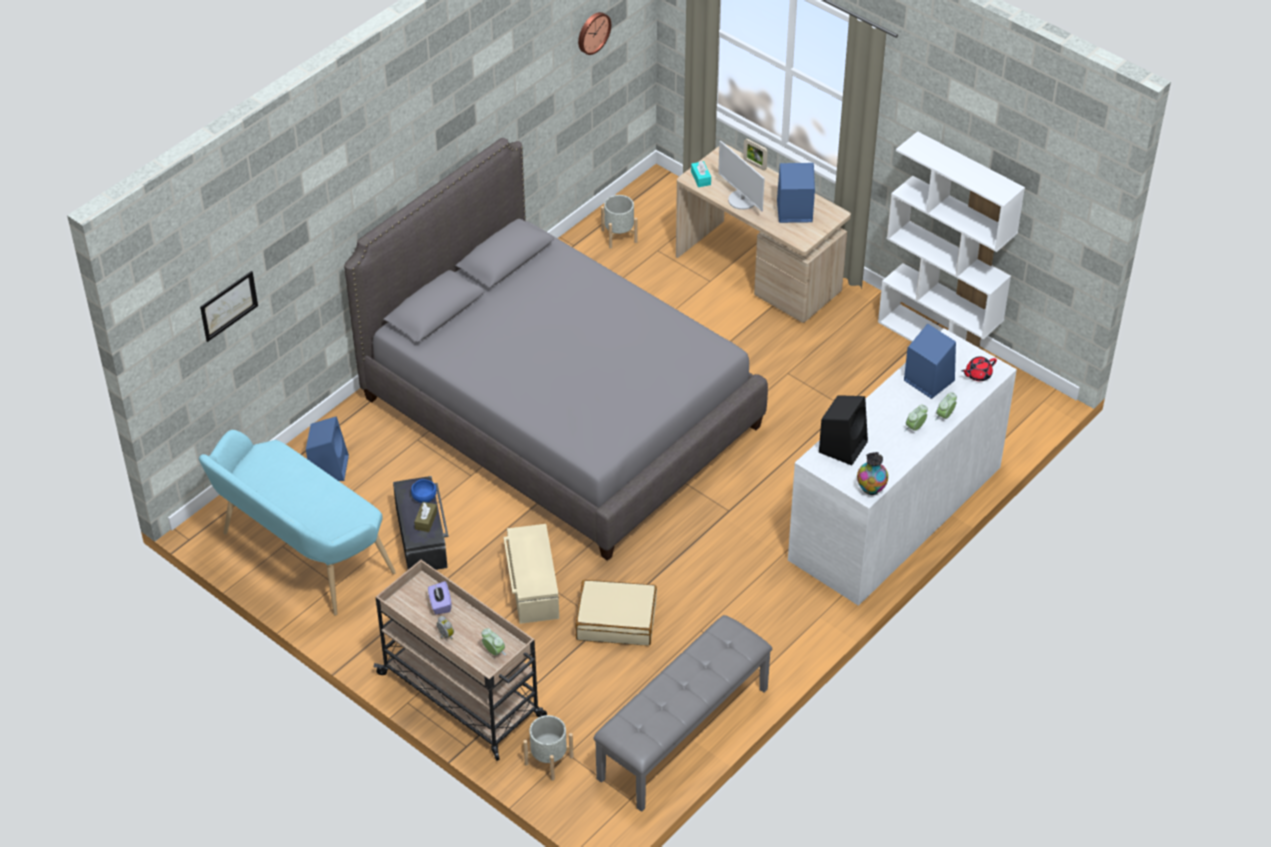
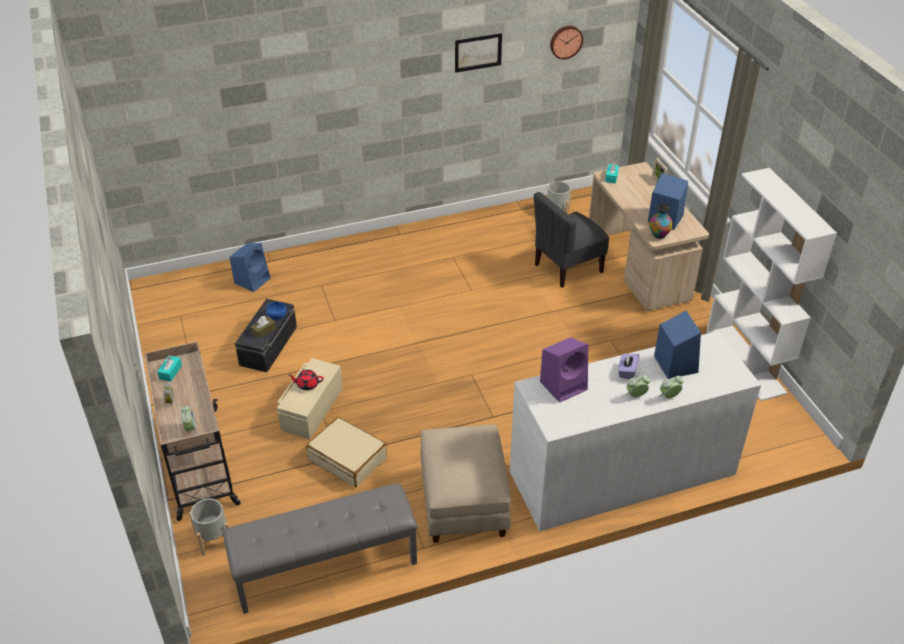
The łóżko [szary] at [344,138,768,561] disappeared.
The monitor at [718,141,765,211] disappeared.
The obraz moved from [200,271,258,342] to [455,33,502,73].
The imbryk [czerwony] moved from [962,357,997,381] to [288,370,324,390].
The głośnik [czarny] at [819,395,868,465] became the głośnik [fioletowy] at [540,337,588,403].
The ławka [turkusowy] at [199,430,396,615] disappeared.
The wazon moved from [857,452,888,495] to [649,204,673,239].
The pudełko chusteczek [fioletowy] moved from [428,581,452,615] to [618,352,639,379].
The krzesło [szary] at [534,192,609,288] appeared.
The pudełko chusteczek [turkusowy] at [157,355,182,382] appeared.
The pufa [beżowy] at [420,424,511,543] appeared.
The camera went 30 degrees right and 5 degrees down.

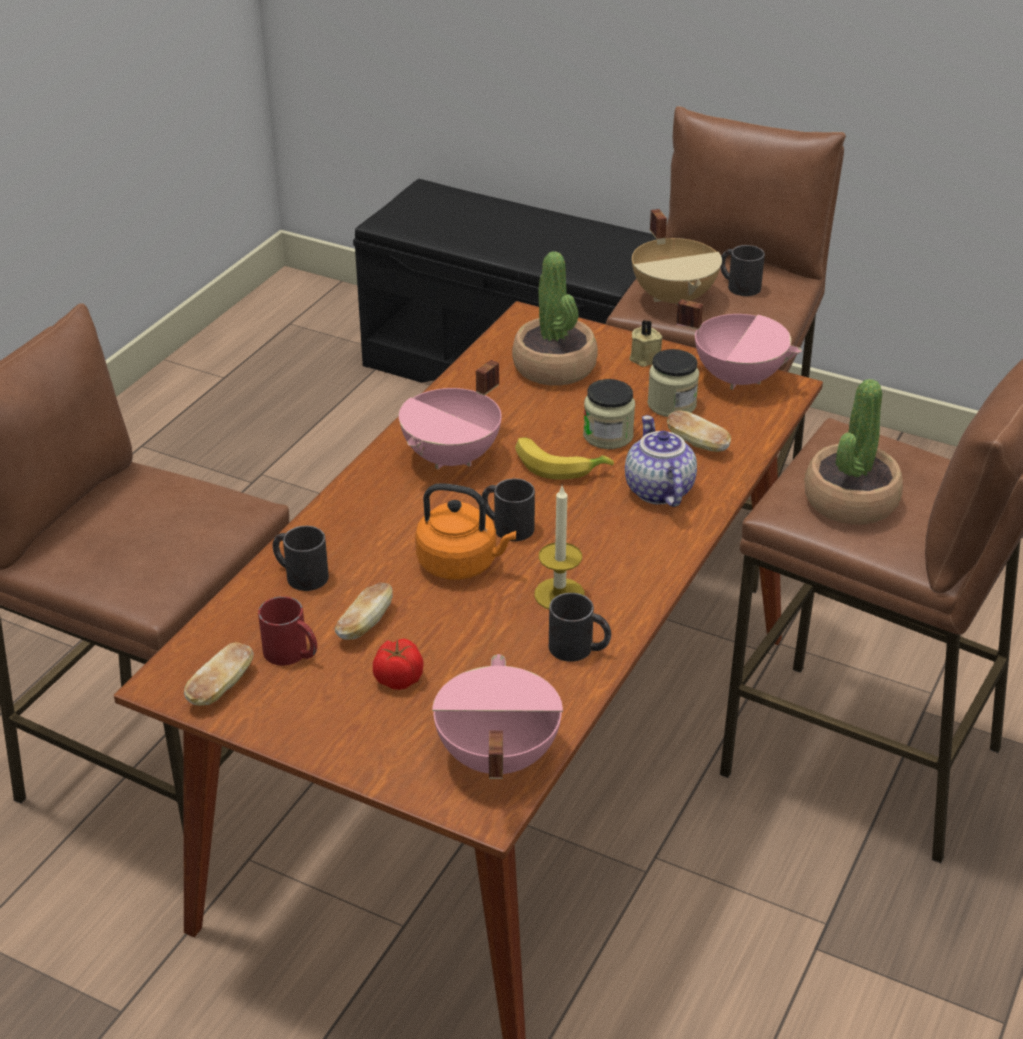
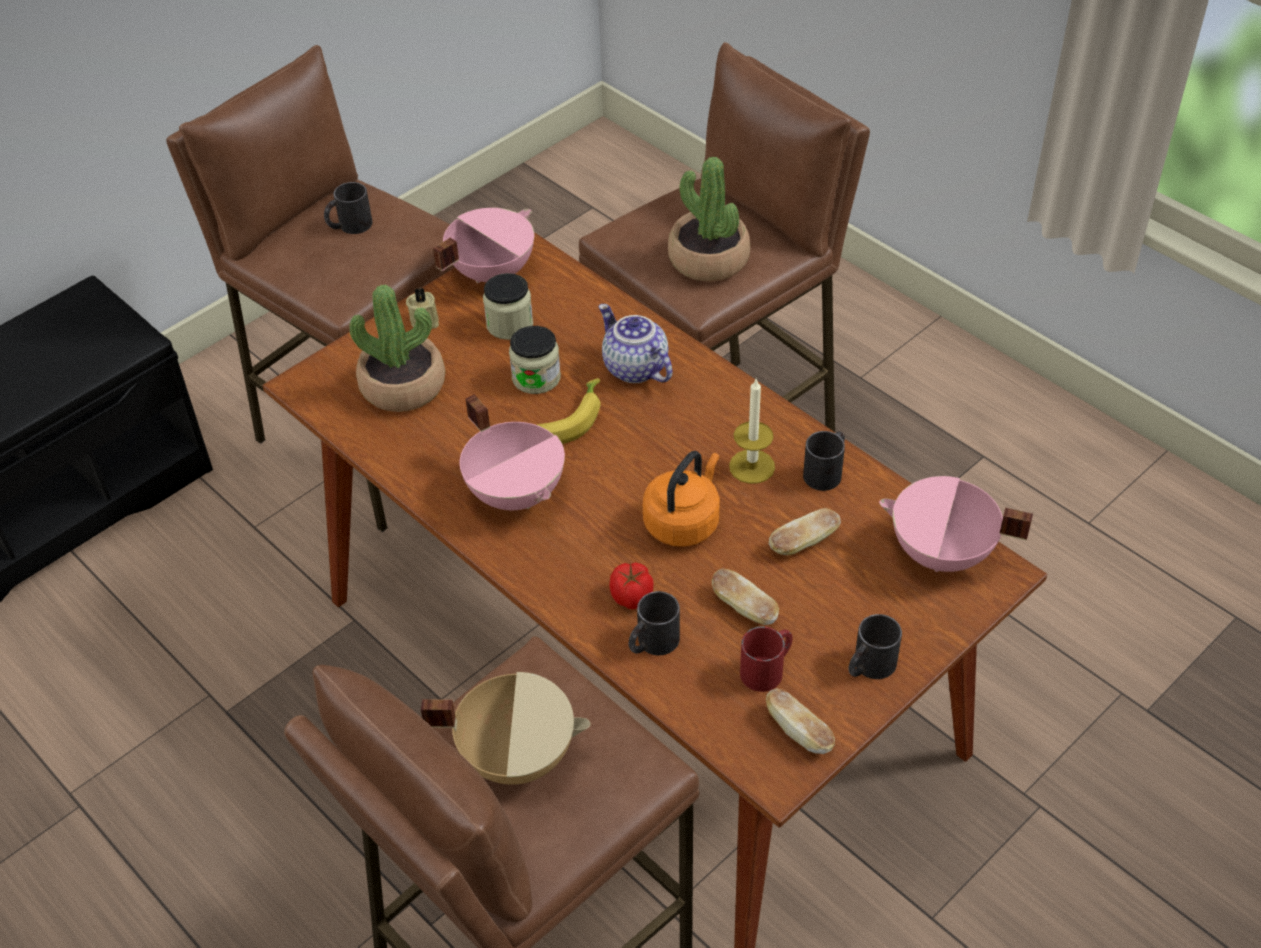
The garnek [beżowy] moved from [632,209,722,306] to [421,672,591,785].
The chleb moved from [667,411,731,452] to [769,508,841,555].
The imbryk at [625,415,697,507] turned 45 degrees clockwise.
The kubek [czarny] moved from [482,478,535,541] to [848,614,902,679].
The pomidor moved from [373,638,424,690] to [609,562,654,609].
The camera went 70 degrees left and 10 degrees up.

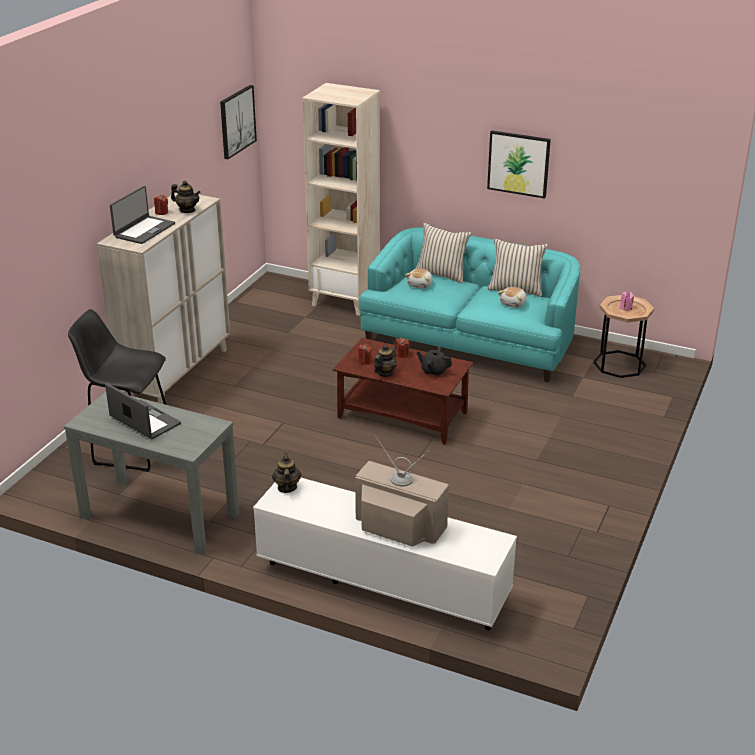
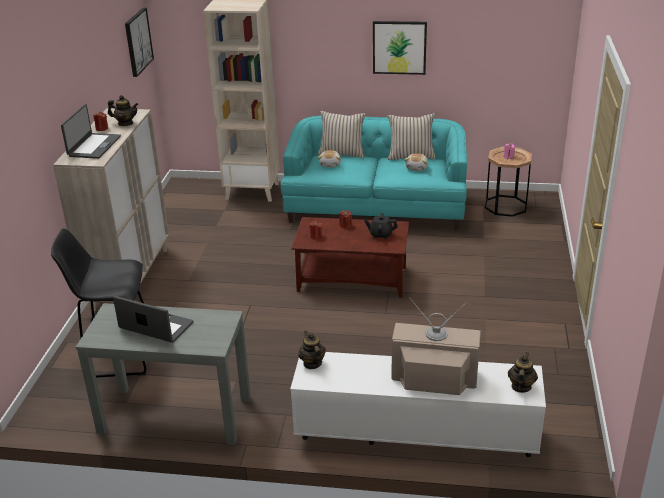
The imbryk moved from [374,344,397,377] to [508,352,538,393].
The camera went 15 degrees left and 0 degrees up.

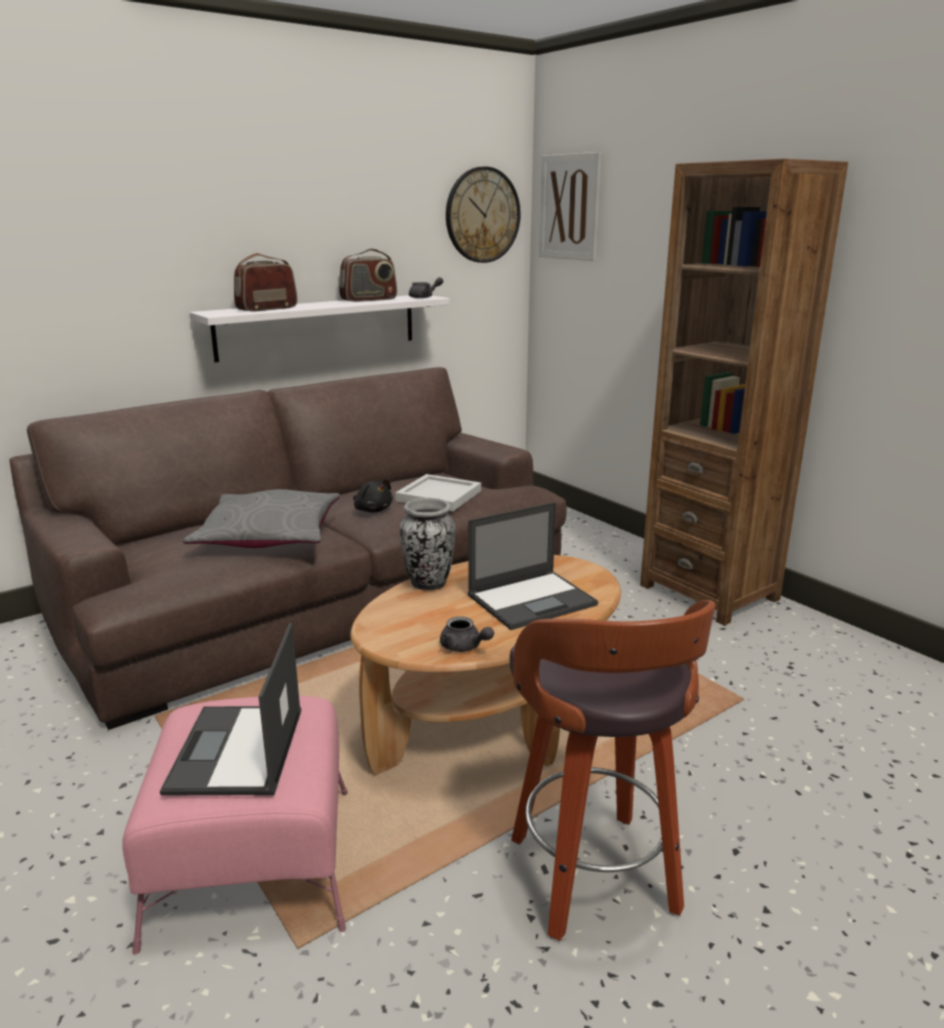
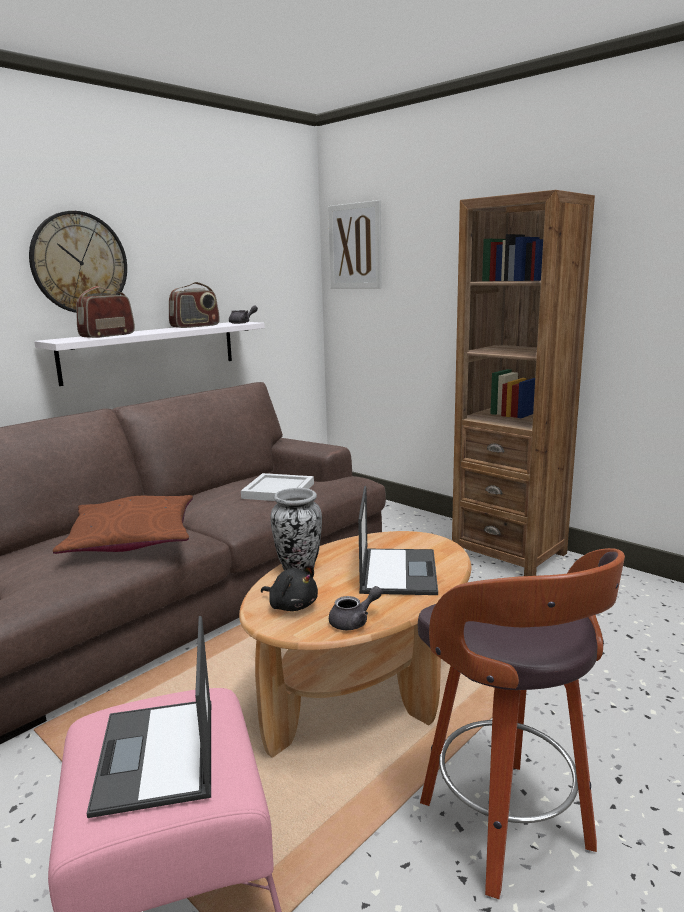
The zegar ścienny moved from [446,166,521,263] to [29,211,127,313].
The pluszak [czarny] moved from [353,479,393,513] to [261,565,318,611].
The poduszka [szary] at [183,489,340,548] became the poduszka [brązowy] at [53,495,193,554].
The laptop at [468,502,598,630] turned 45 degrees counterclockwise.
The imbryk [szary] at [440,616,494,652] turned 60 degrees counterclockwise.
The camera went 10 degrees left and 5 degrees down.

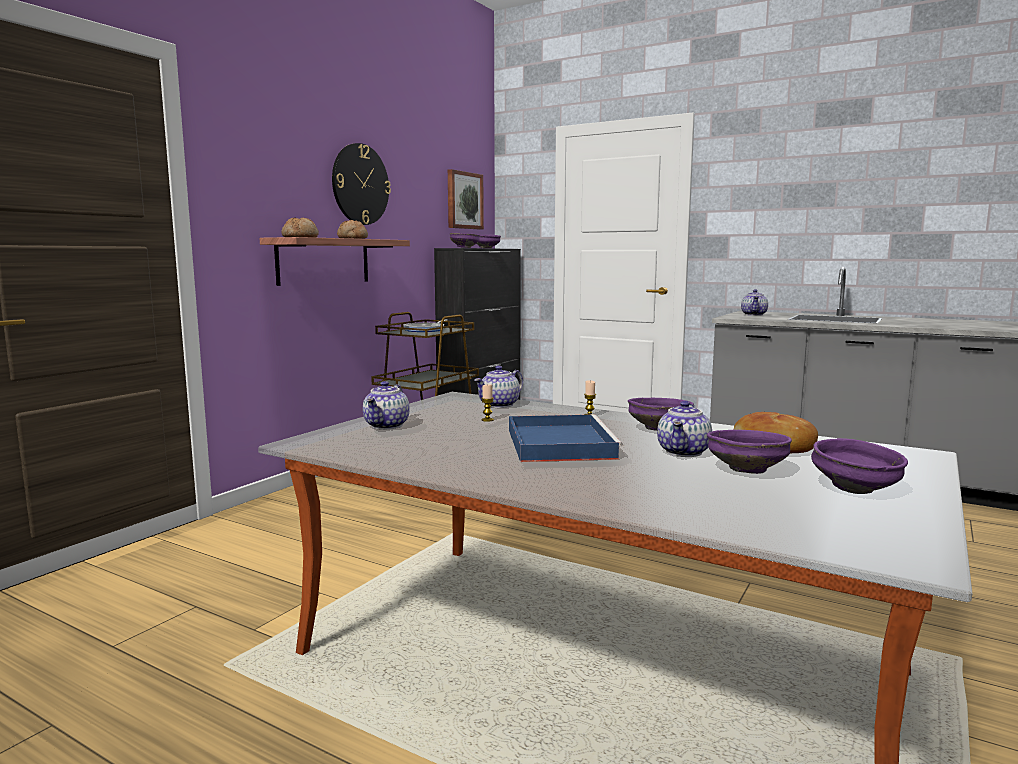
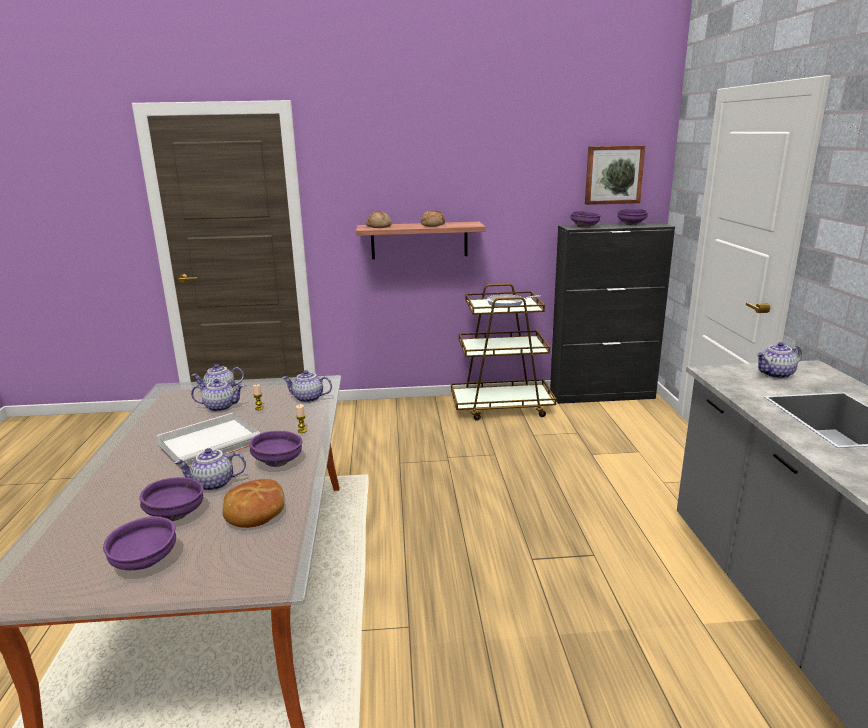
The zegar ścienny at [332,143,391,225] disappeared.
The taca [niebieski] at [509,414,624,462] became the taca [biały] at [156,413,260,470].
The imbryk at [191,379,244,412] appeared.
The camera went 55 degrees right and 10 degrees up.

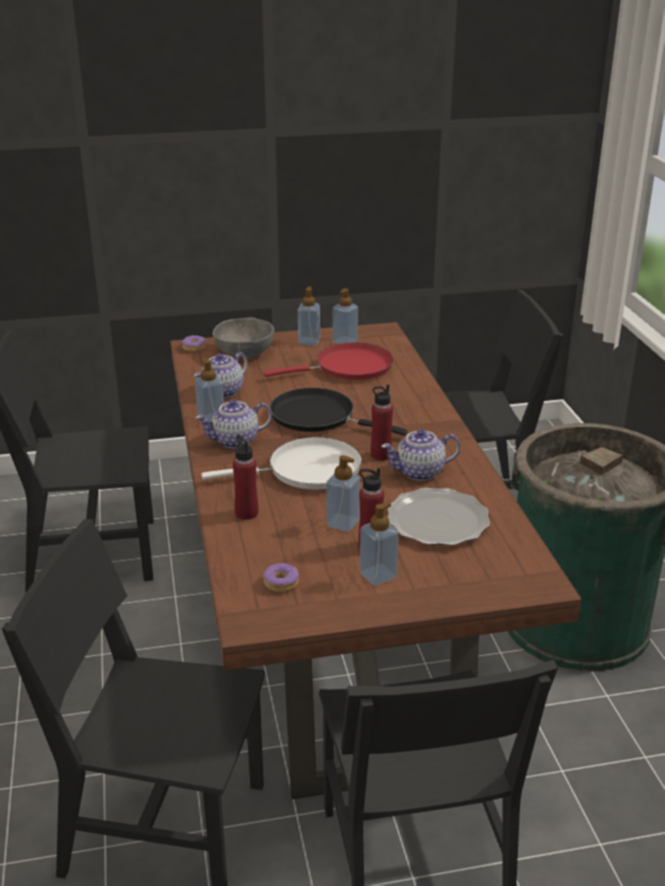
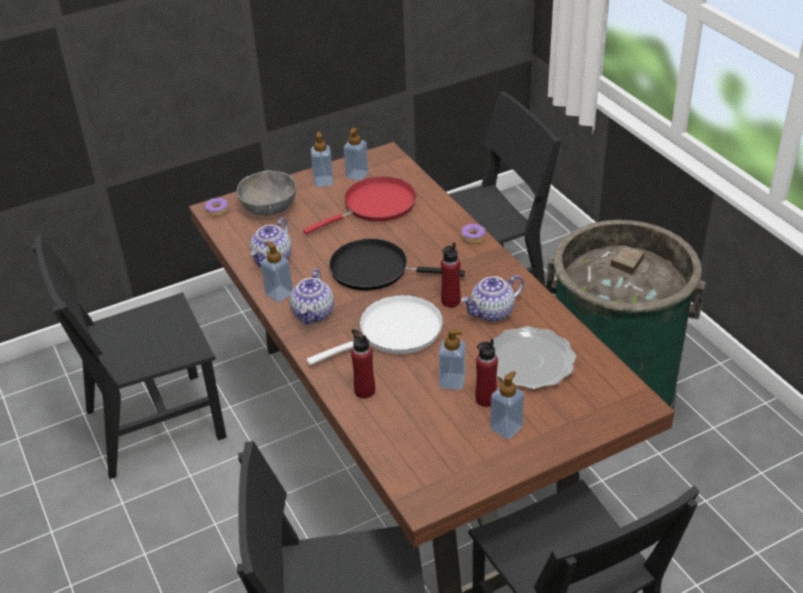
The imbryk at [195,400,272,449] turned 45 degrees counterclockwise.
The donut moved from [263,563,299,592] to [461,224,486,244].
The camera went 15 degrees left and 10 degrees up.

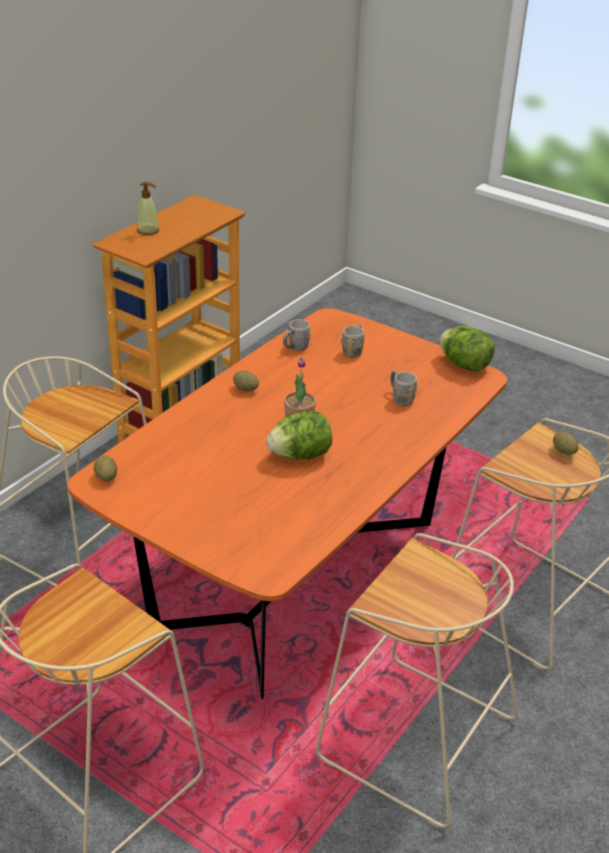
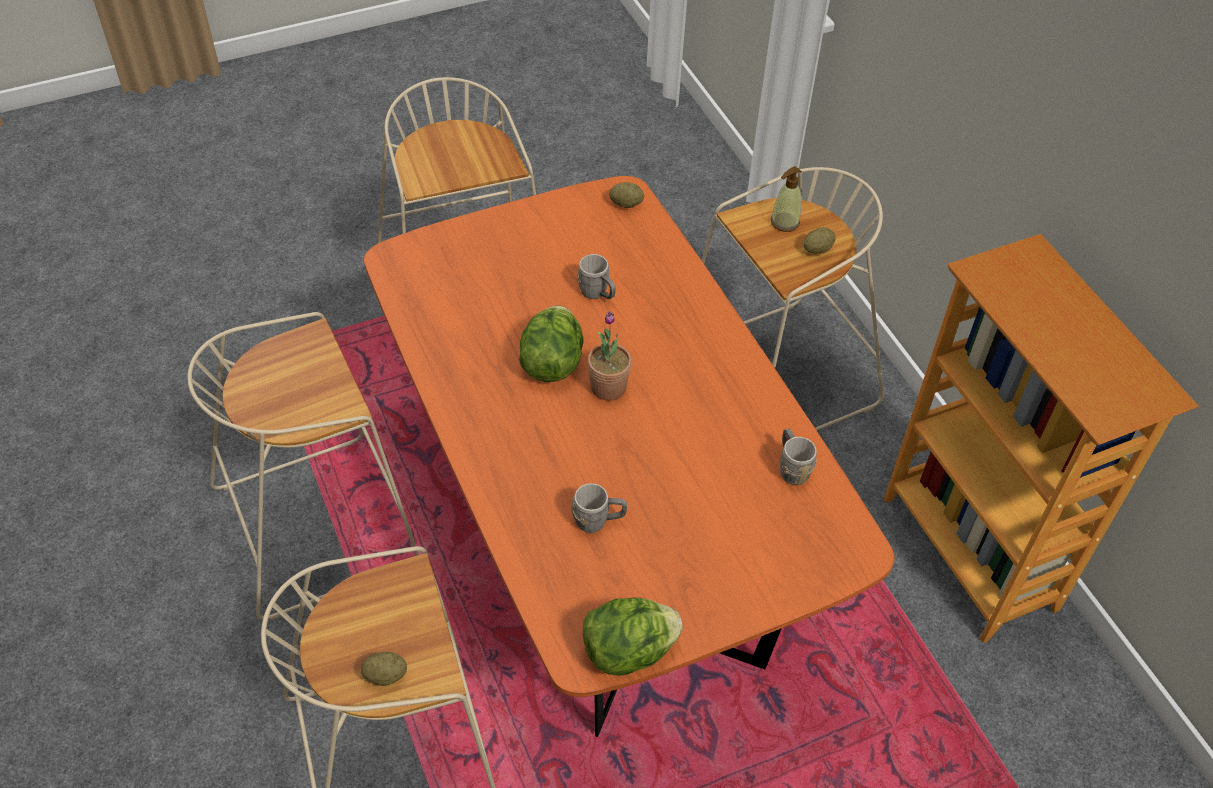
The dozownik mydła moved from [137,182,159,235] to [770,166,802,232].
The kubek [szary] moved from [341,325,364,358] to [577,254,616,299].
The ziemniak moved from [233,370,259,391] to [803,227,836,254].
The camera went 120 degrees right and 15 degrees up.

